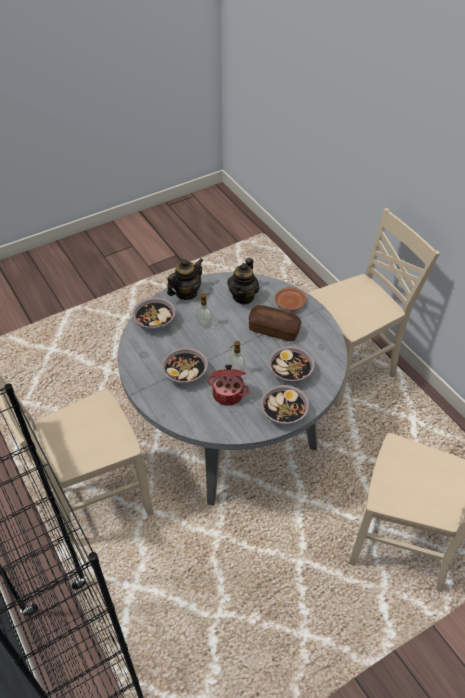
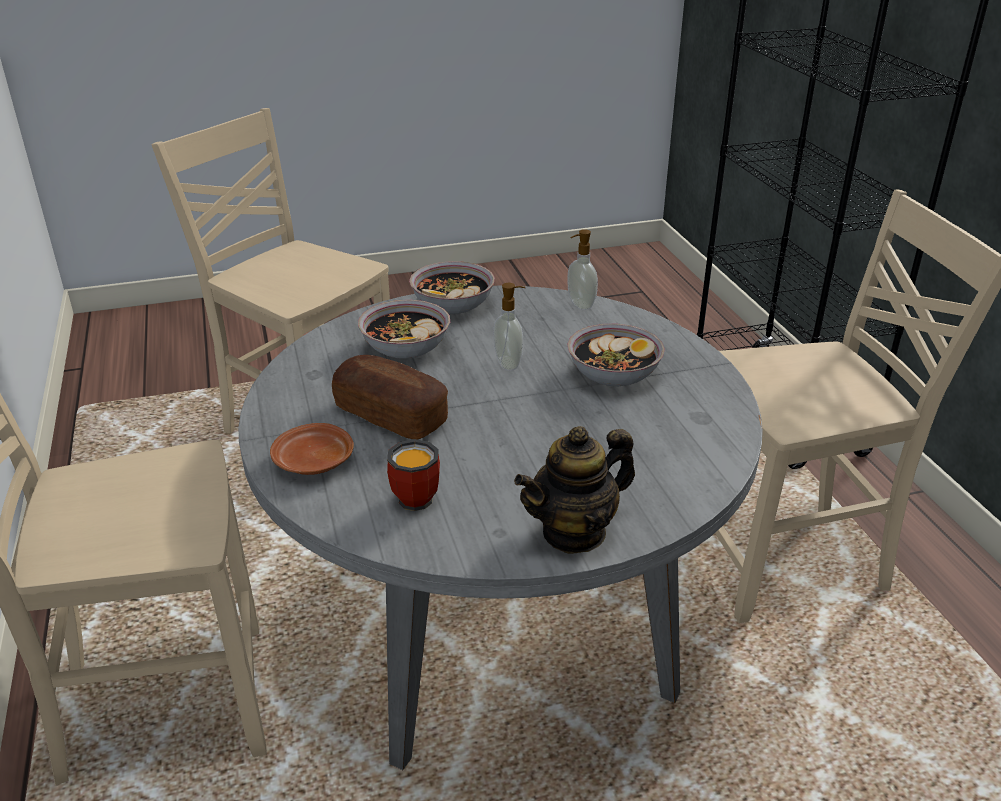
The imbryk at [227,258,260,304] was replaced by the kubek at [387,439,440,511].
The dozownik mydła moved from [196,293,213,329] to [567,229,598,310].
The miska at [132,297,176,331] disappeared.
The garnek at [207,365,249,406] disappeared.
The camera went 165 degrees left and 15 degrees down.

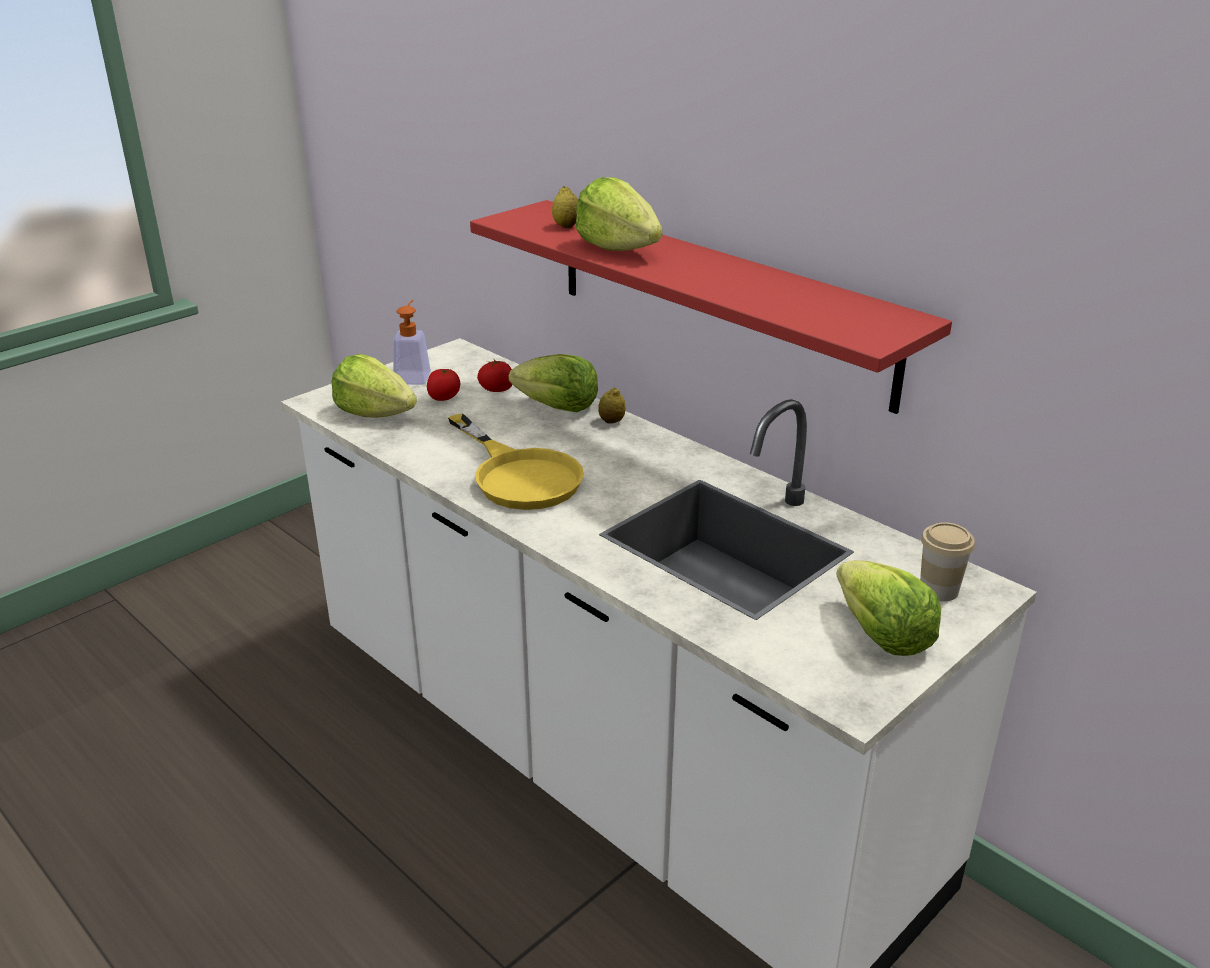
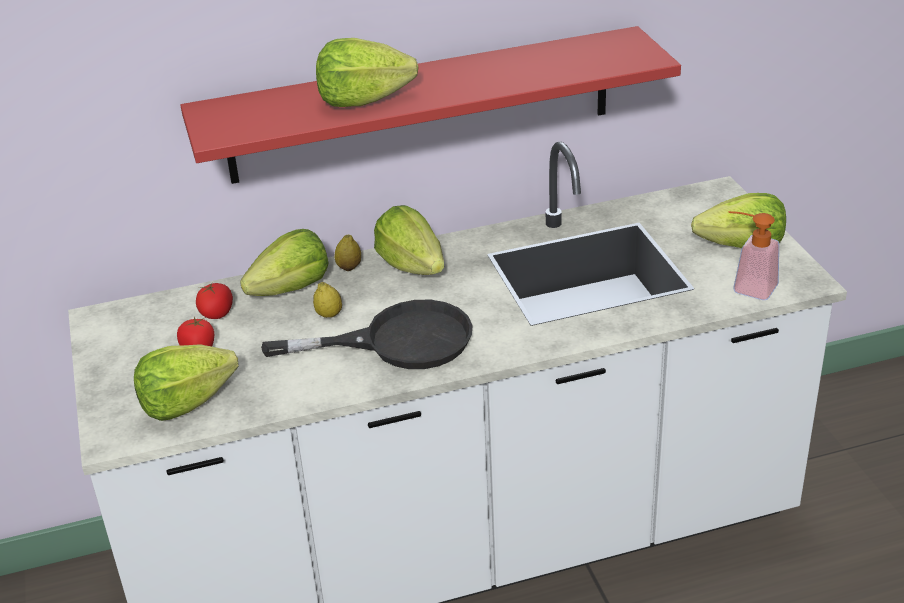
The cytryna moved from [552,186,578,228] to [313,282,342,318].
The dozownik mydła moved from [393,300,431,385] to [729,211,779,300].
The patelnia [żółty] at [448,413,584,510] became the patelnia [czarny] at [261,300,472,369].
The filiżanka at [920,522,975,601] disappeared.
The sałata at [374,205,444,275] appeared.
The camera went 60 degrees left and 5 degrees up.

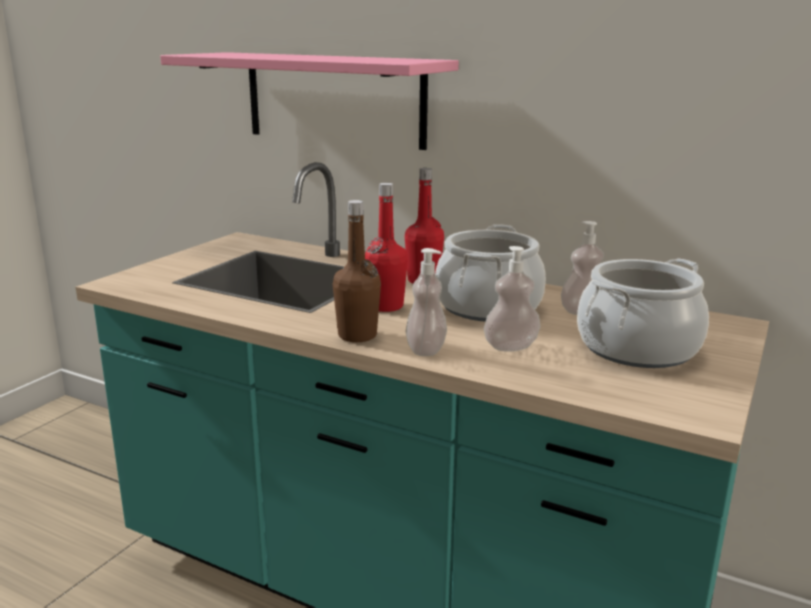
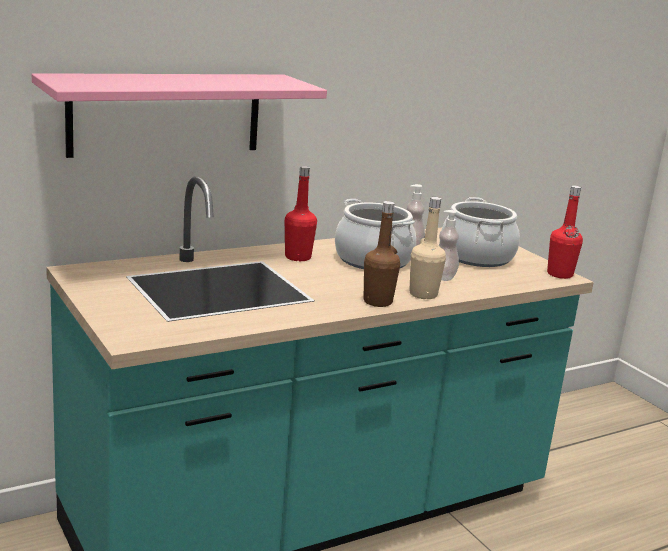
The butelka [czerwony] moved from [365,183,408,312] to [547,186,583,279].
The dozownik mydła at [405,248,447,356] was replaced by the butelka [beżowy] at [409,197,446,299].
The camera went 60 degrees left and 0 degrees up.

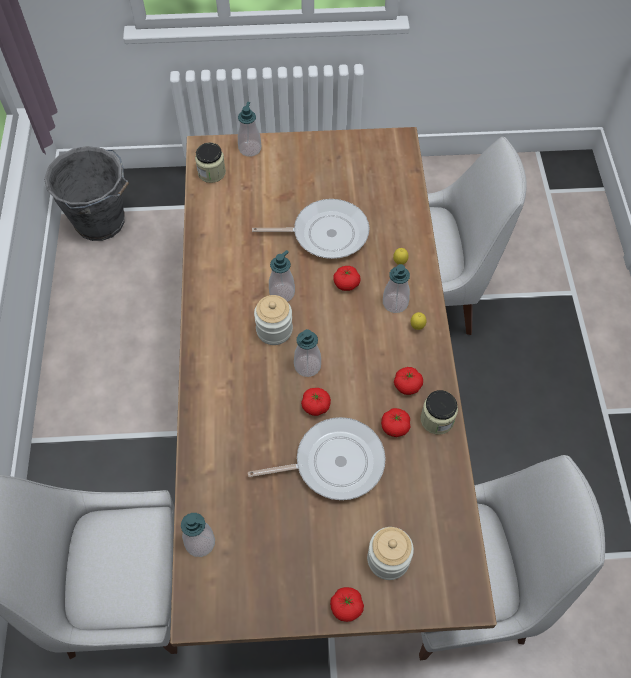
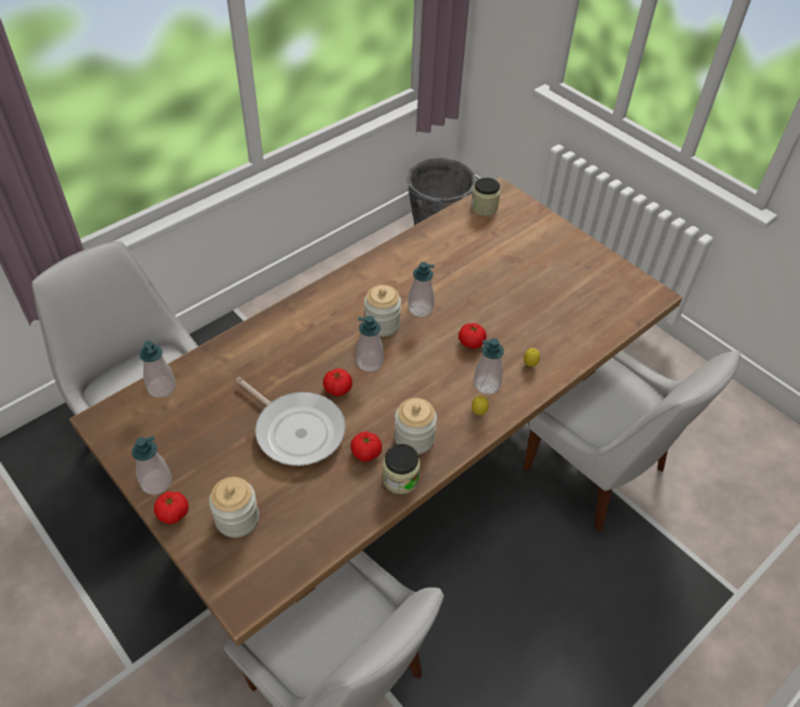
The dozownik mydła moved from [238,102,261,157] to [132,436,172,495].
The patelnia at [252,199,369,259] disappeared.
The pomidor at [394,367,423,395] was replaced by the słoik at [394,398,437,454].
The camera went 50 degrees right and 10 degrees down.

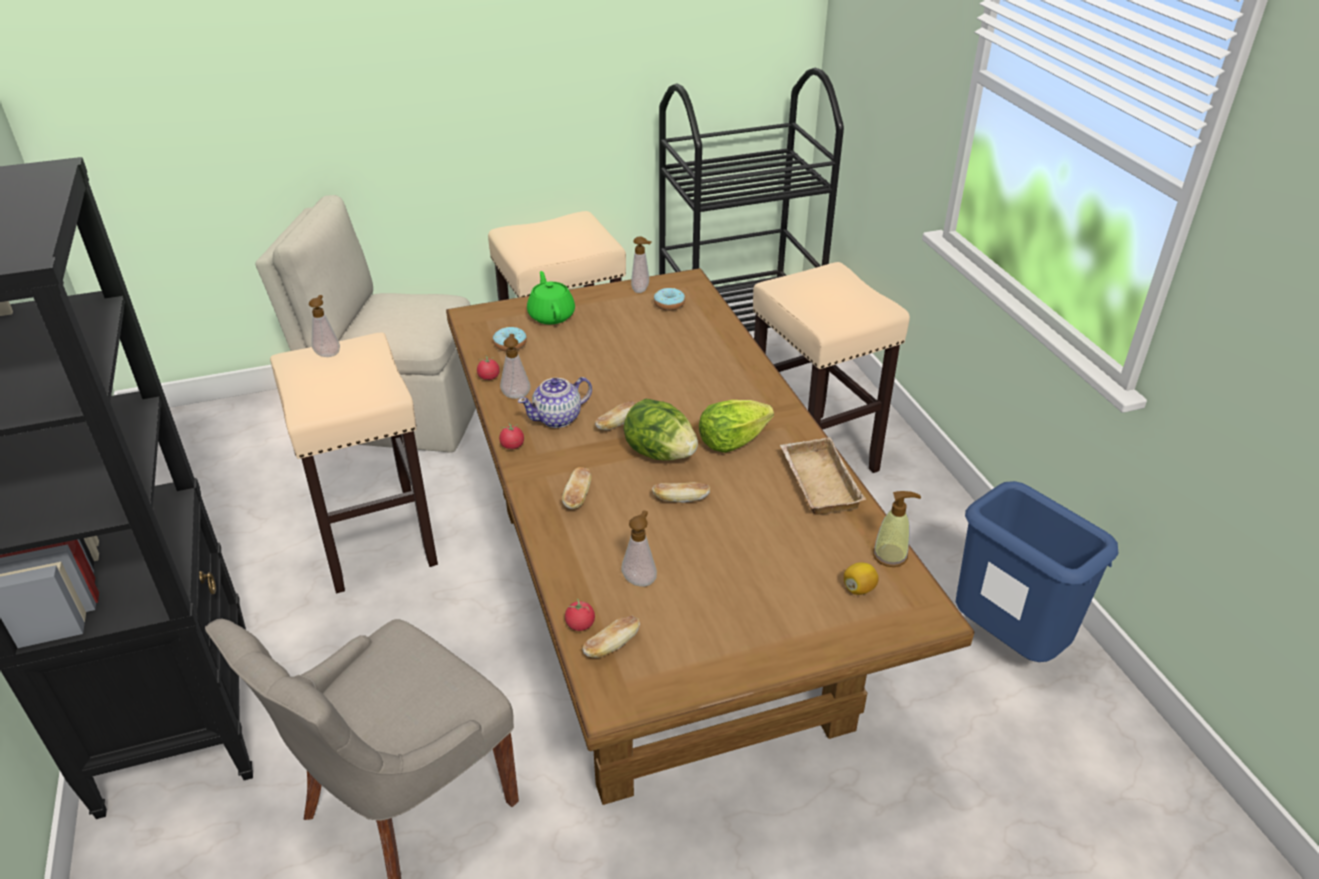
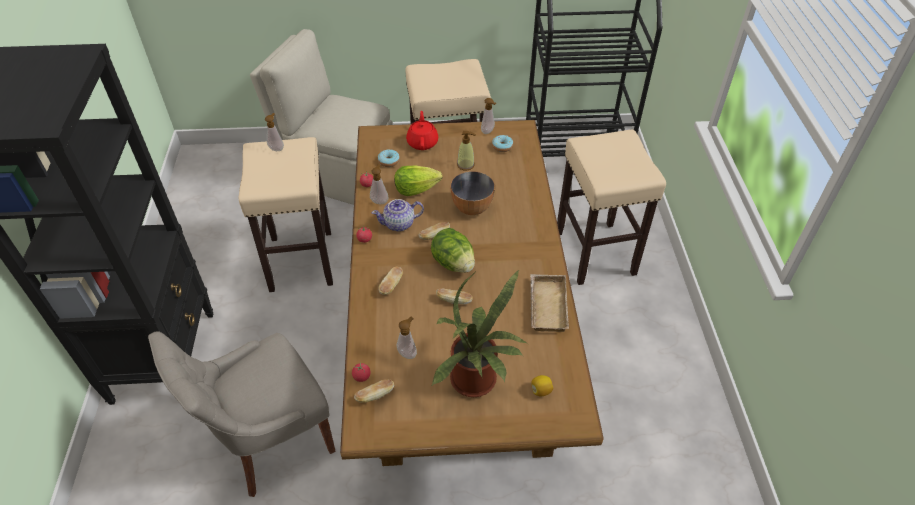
The imbryk [zielony] at [527,271,575,325] became the imbryk [czerwony] at [406,111,438,150].
The sałata moved from [699,400,774,453] to [394,166,443,196].
The kosz na śmieci [niebieski] at [956,481,1118,662] disappeared.
The dozownik mydła moved from [873,491,921,567] to [457,131,476,171].
The miska at [450,171,495,215] appeared.
The roślina doniczkowa at [432,269,528,397] appeared.
The camera went 15 degrees right and 10 degrees up.

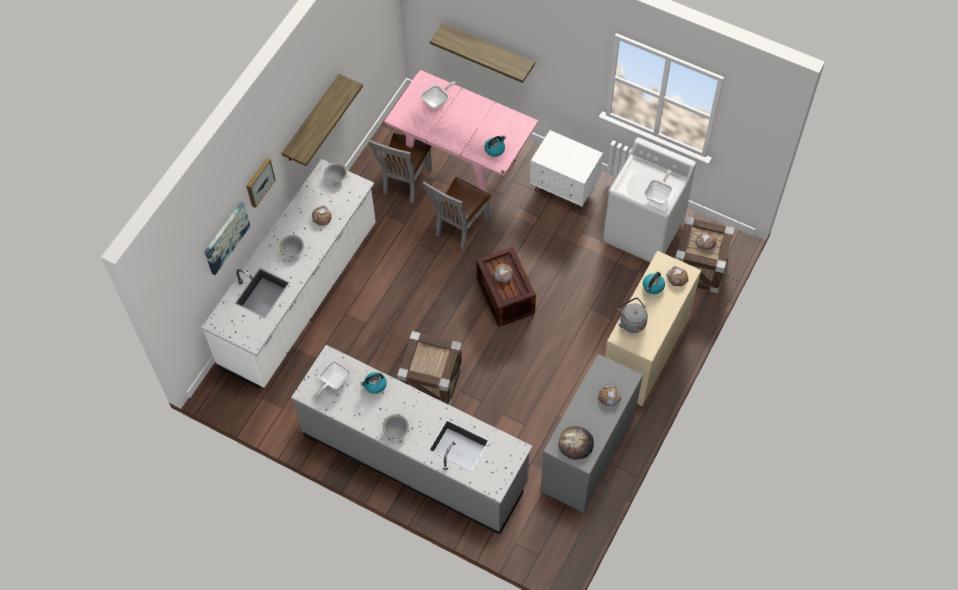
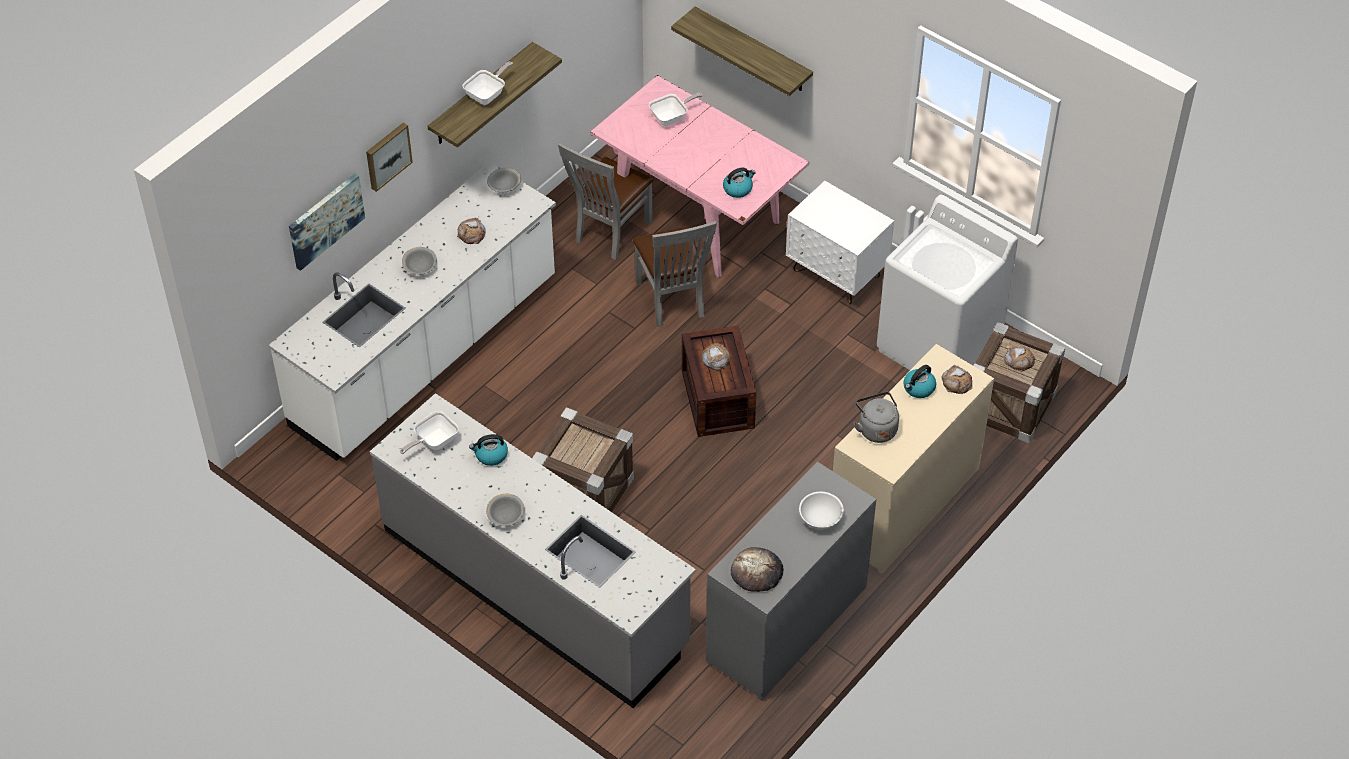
The patelnia moved from [644,170,672,205] to [463,62,513,105].
The krzesło [szary] at [423,177,491,250] turned 60 degrees counterclockwise.
The chleb at [598,386,621,406] was replaced by the miska [biały] at [799,492,844,529].
The camera went 10 degrees right and 10 degrees down.

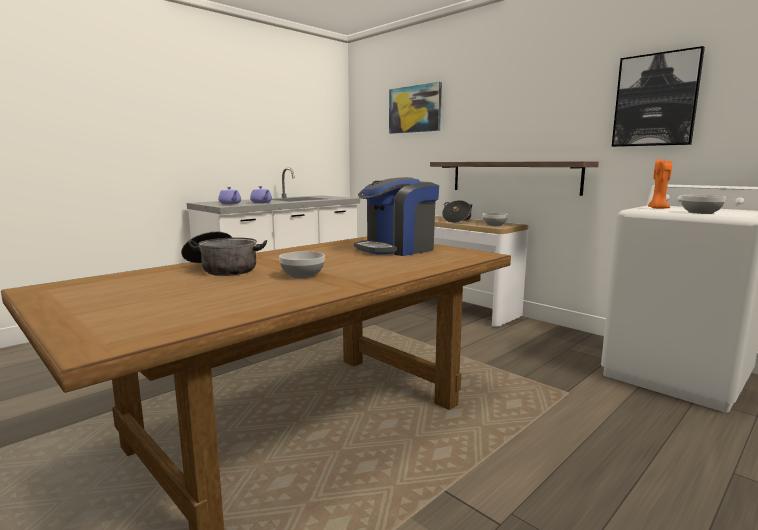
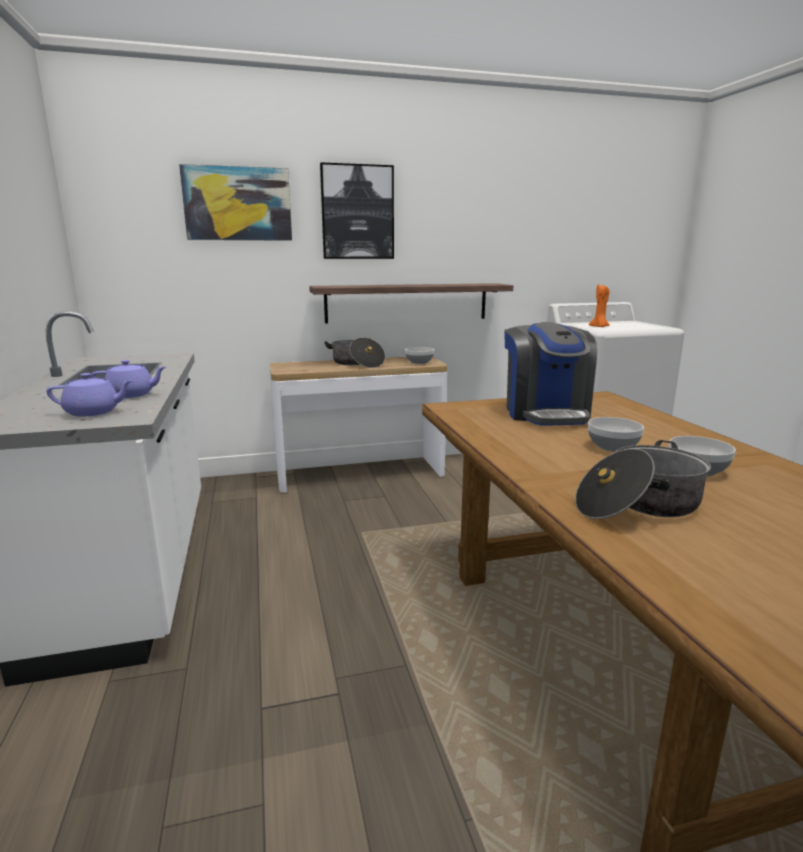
The obraz moved from [612,46,705,147] to [320,162,394,259].
The miska moved from [681,195,726,214] to [588,417,644,452].
The camera went 60 degrees left and 5 degrees up.

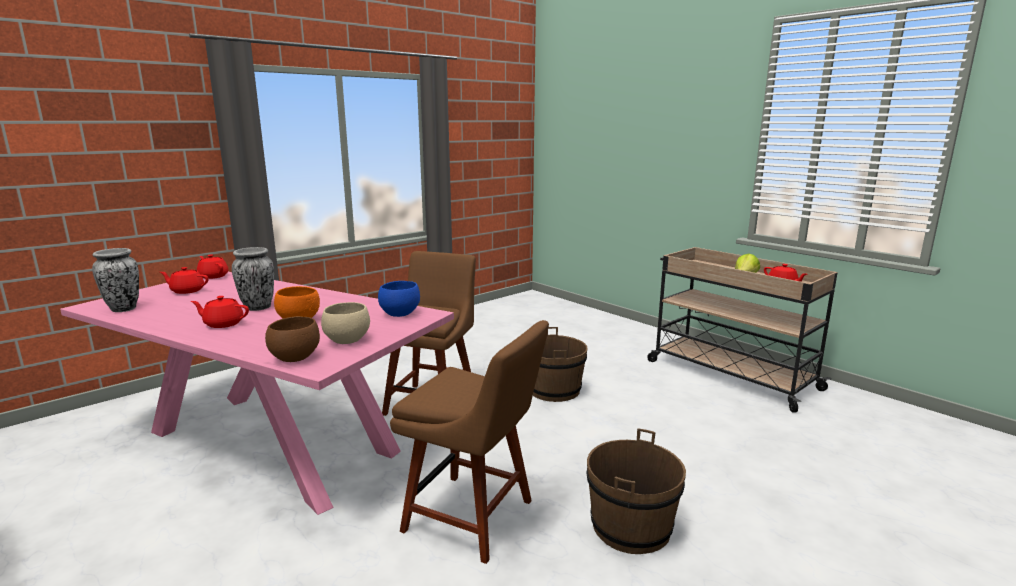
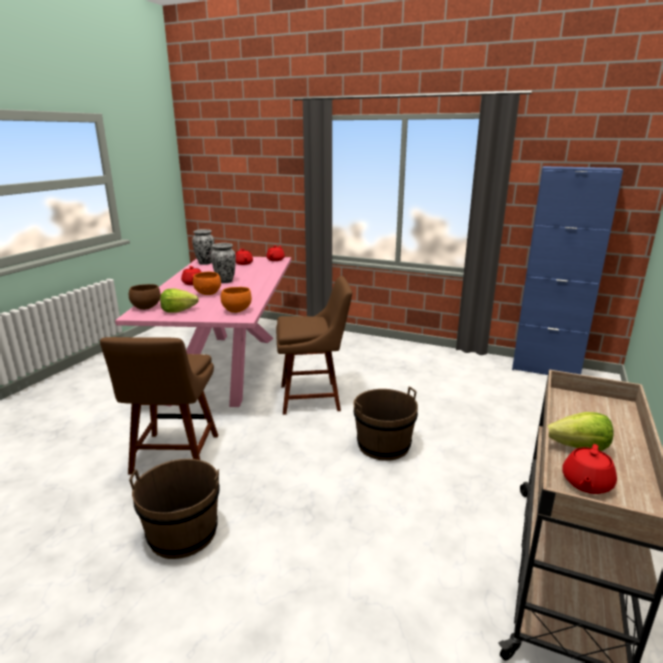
The miska [niebieski] at [378,281,420,317] became the miska [pomarańczowy] at [221,287,252,313].
The miska [beżowy] at [321,302,370,344] was replaced by the sałata at [160,289,199,313].
The szafka [niebieski] at [512,166,623,375] appeared.
The camera went 65 degrees right and 5 degrees up.

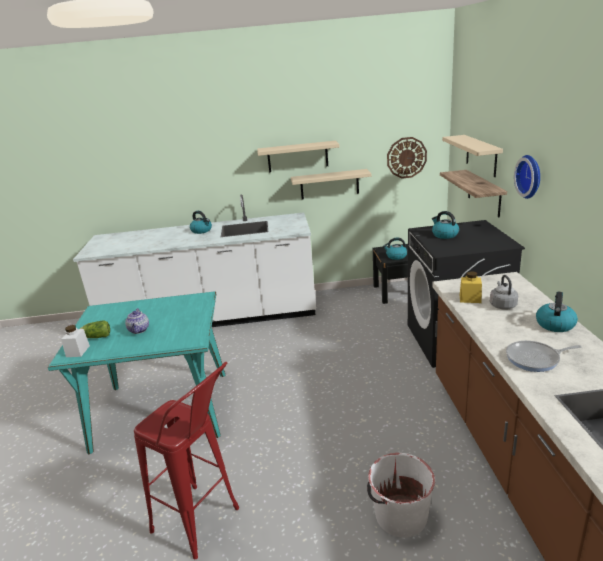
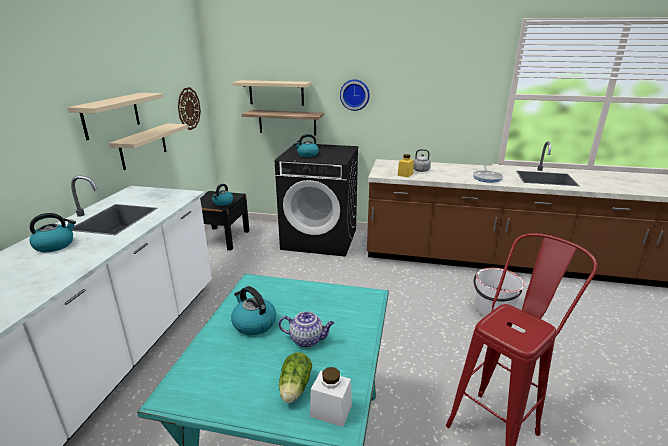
The czajnik moved from [536,292,578,332] to [231,286,276,335].
The camera went 75 degrees left and 0 degrees up.

